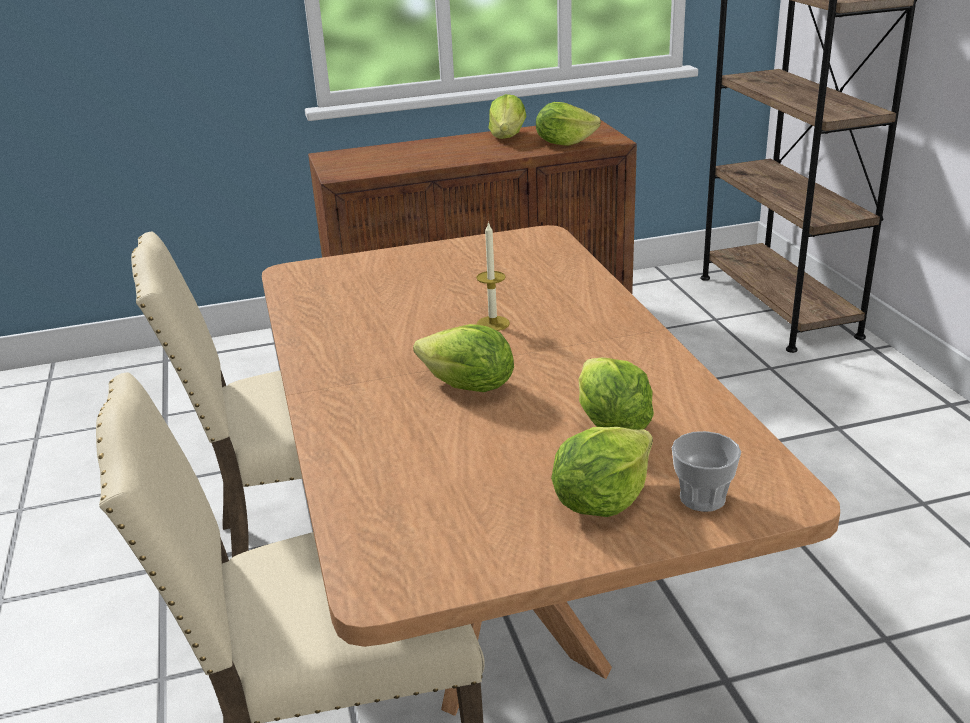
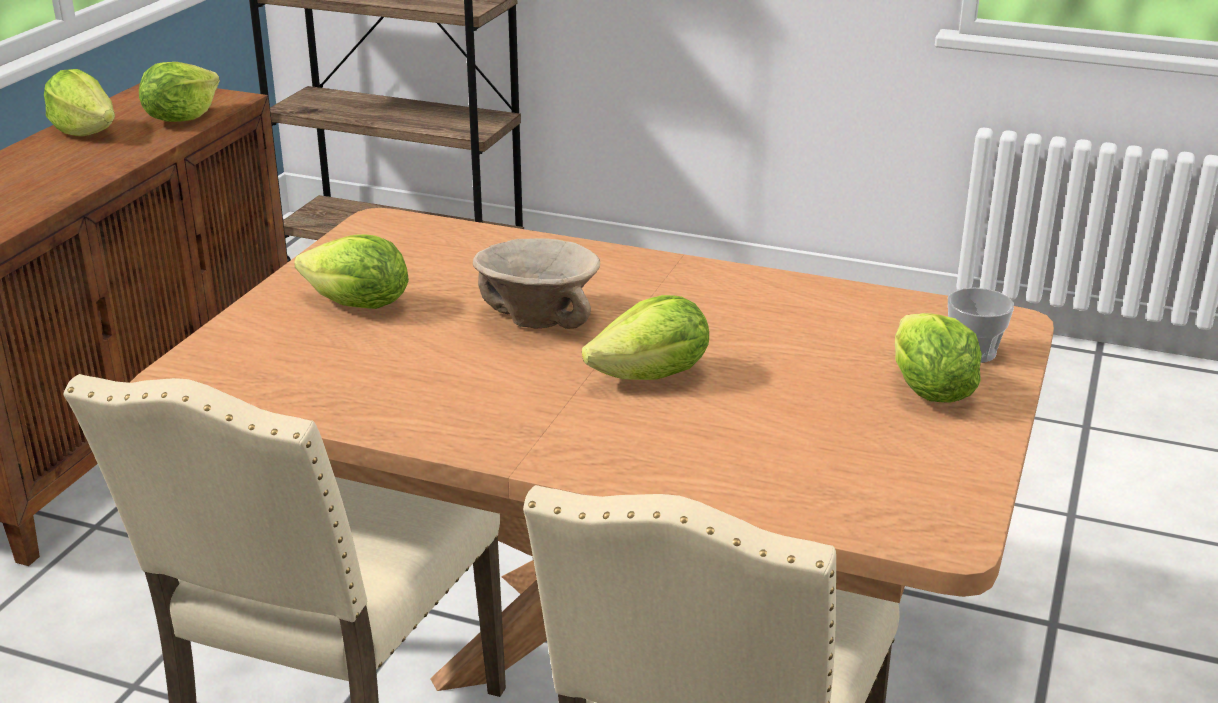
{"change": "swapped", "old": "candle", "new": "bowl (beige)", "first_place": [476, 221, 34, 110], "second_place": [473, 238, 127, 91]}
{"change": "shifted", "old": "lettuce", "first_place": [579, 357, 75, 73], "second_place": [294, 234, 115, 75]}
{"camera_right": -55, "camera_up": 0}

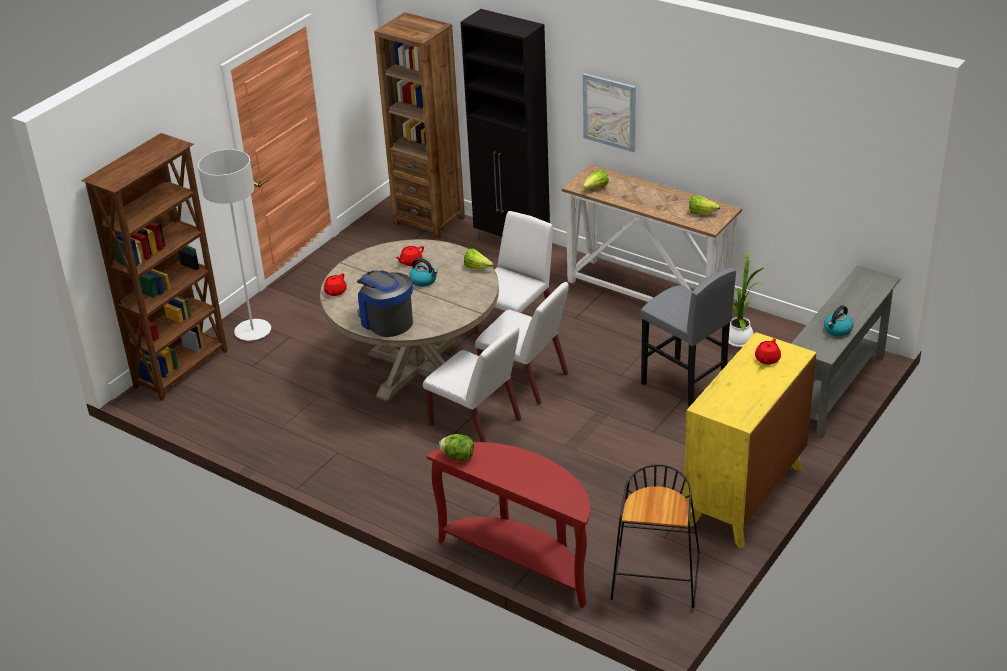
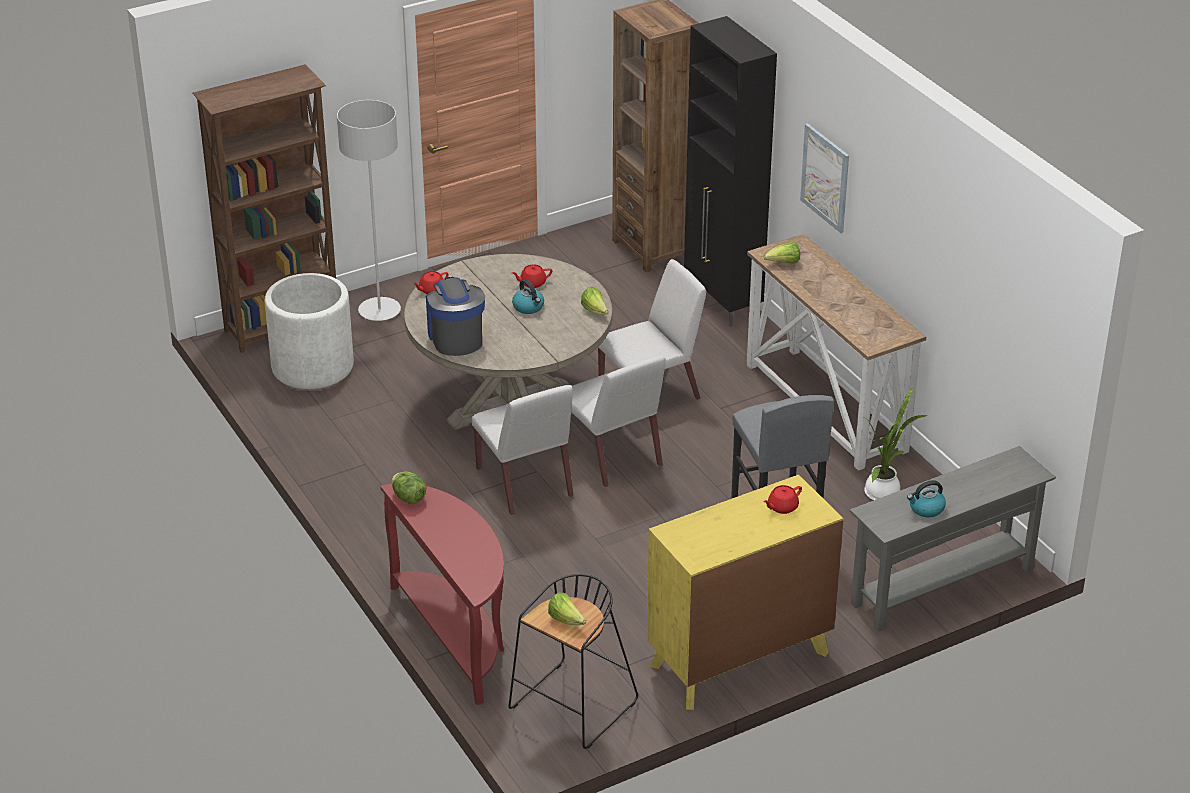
{"change": "shifted", "old": "lettuce", "first_place": [689, 195, 31, 19], "second_place": [548, 592, 38, 33]}
{"change": "new", "new": "planter (white)", "second_place": [265, 273, 89, 116]}
{"camera_right": 25, "camera_up": 0}

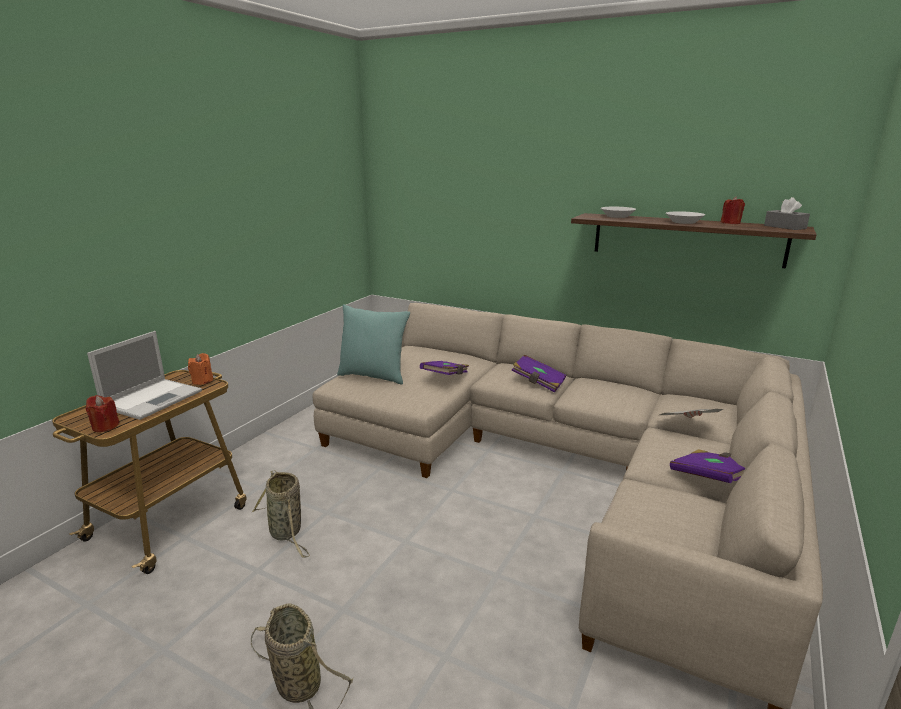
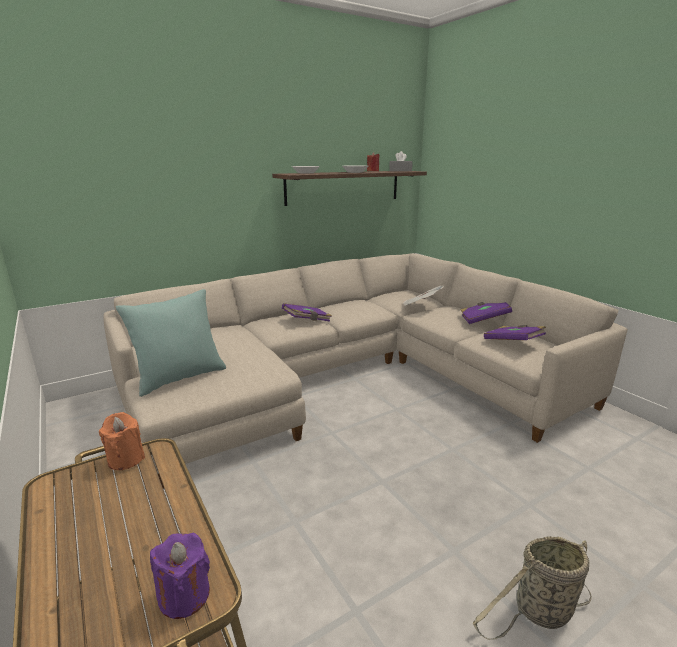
{"change": "repainted", "old": "candle (red)", "new": "candle (purple)", "first_place": [86, 395, 34, 37], "second_place": [150, 533, 60, 86]}
{"change": "gone", "old": "laptop", "first_place": [87, 331, 115, 89]}
{"change": "gone", "old": "basket", "first_place": [252, 470, 58, 88]}
{"change": "shifted", "old": "book (purple)", "first_place": [420, 361, 49, 14], "second_place": [484, 325, 62, 15]}
{"camera_right": -60, "camera_up": 0}

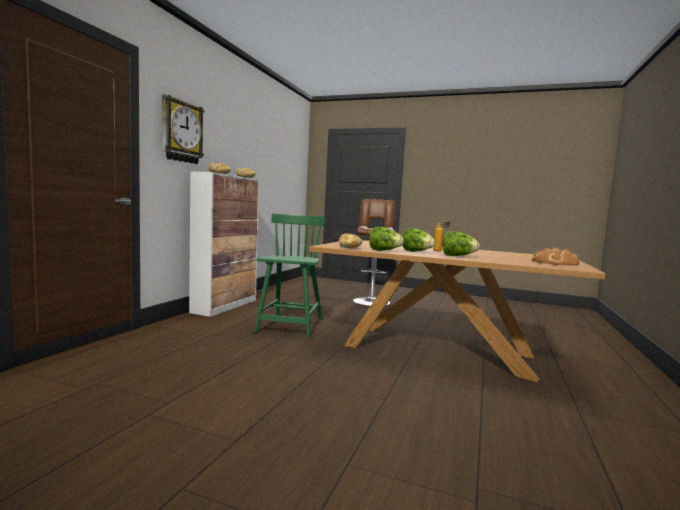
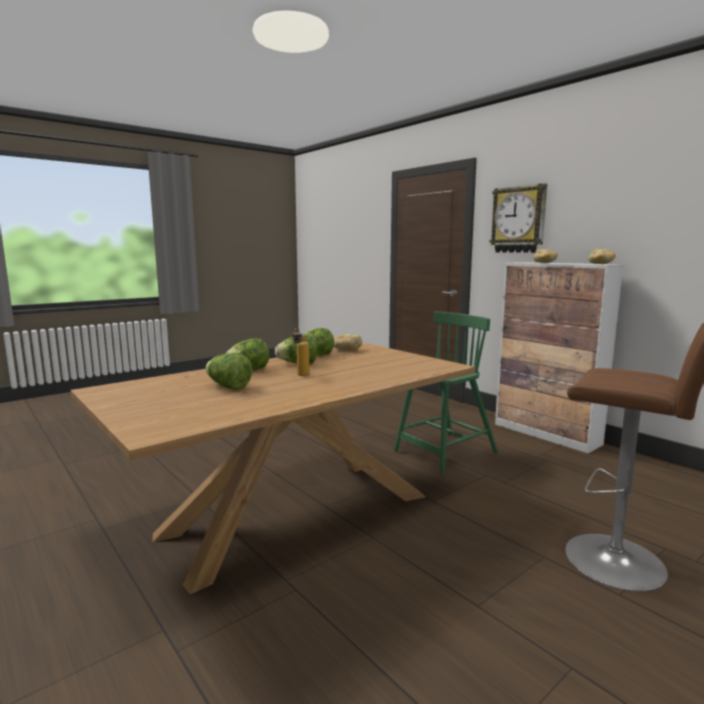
{"change": "rotated", "old": "chair (green)", "first_place": [254, 214, 71, 124], "second_place": [394, 311, 104, 163], "degrees": -75}
{"change": "gone", "old": "bread", "first_place": [532, 248, 47, 17]}
{"change": "new", "new": "lettuce", "second_place": [205, 353, 47, 37]}
{"camera_right": 120, "camera_up": 5}

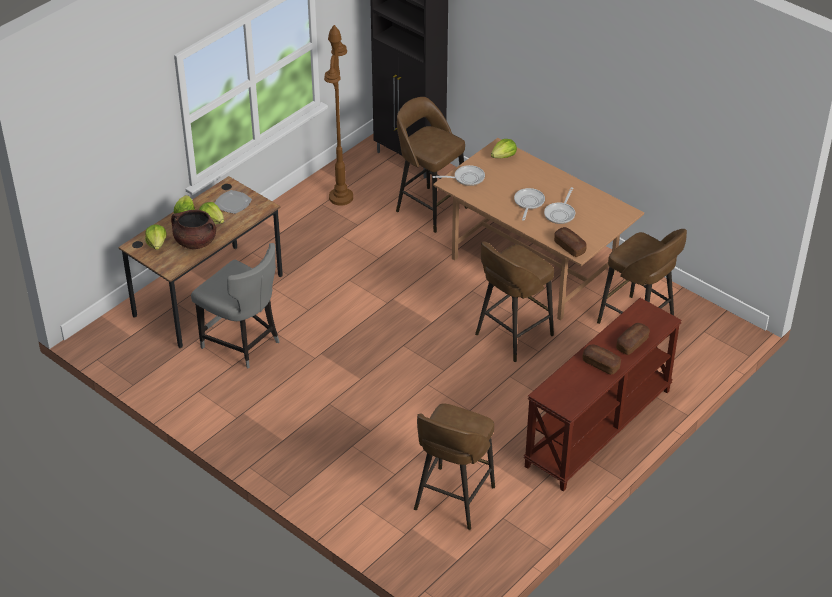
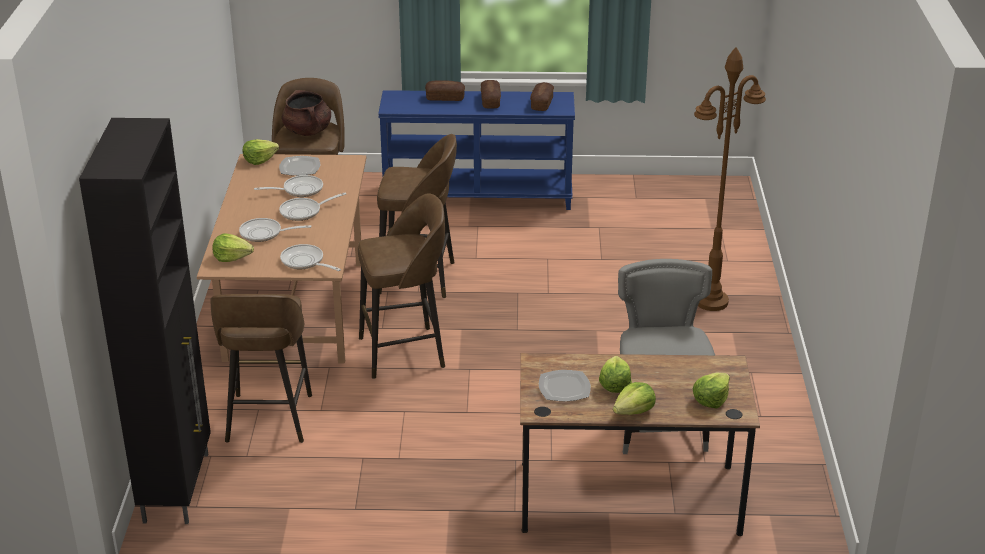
{"change": "shifted", "old": "cooking pot (brown)", "first_place": [171, 210, 45, 39], "second_place": [282, 90, 49, 46]}
{"change": "shifted", "old": "floor lamp (brown)", "first_place": [324, 25, 29, 180], "second_place": [694, 47, 72, 264]}
{"change": "shifted", "old": "stool (brown)", "first_place": [414, 403, 81, 127], "second_place": [358, 193, 87, 186]}
{"change": "repainted", "old": "console table (brown)", "new": "console table (blue)", "first_place": [524, 298, 158, 193], "second_place": [378, 90, 197, 120]}
{"change": "shifted", "old": "bread", "first_place": [554, 227, 33, 30], "second_place": [530, 82, 24, 29]}
{"change": "new", "new": "frying pan", "second_place": [239, 218, 72, 24]}
{"change": "new", "new": "lettuce", "second_place": [243, 139, 36, 26]}
{"change": "new", "new": "plate", "second_place": [279, 156, 41, 20]}
{"camera_right": -130, "camera_up": -10}

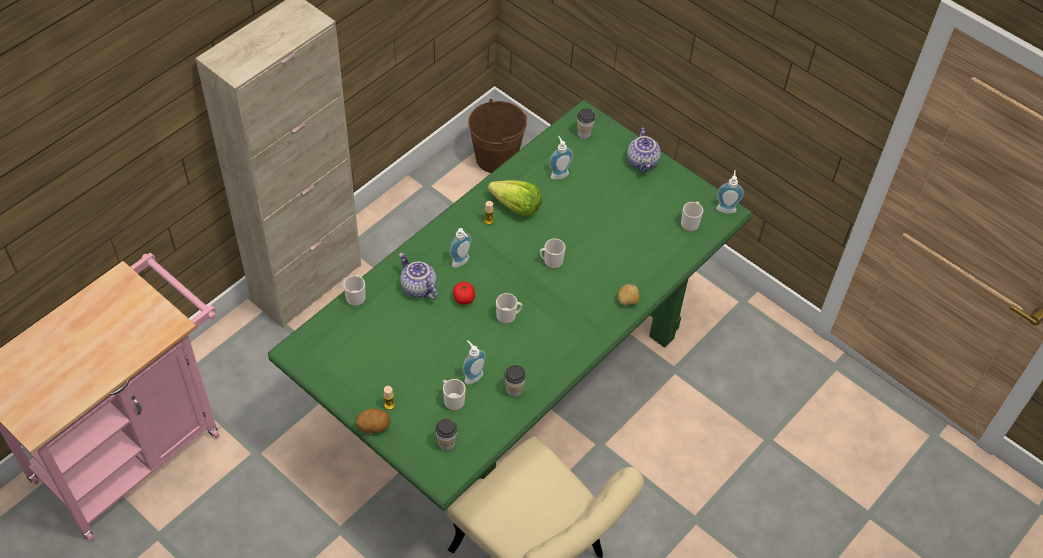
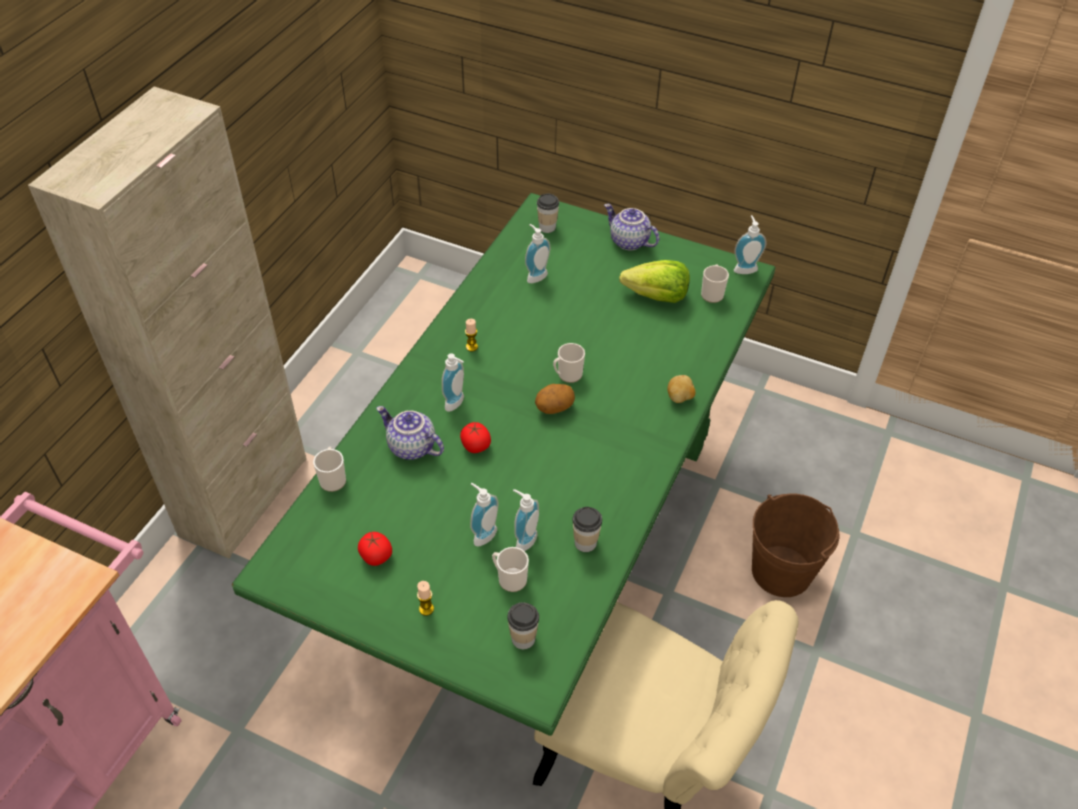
{"change": "shifted", "old": "potato", "first_place": [356, 408, 34, 25], "second_place": [535, 384, 40, 30]}
{"change": "shifted", "old": "bucket (brown)", "first_place": [468, 99, 59, 74], "second_place": [752, 494, 88, 103]}
{"change": "shifted", "old": "lettuce", "first_place": [488, 180, 54, 37], "second_place": [619, 260, 71, 43]}
{"change": "gone", "old": "mug", "first_place": [496, 293, 26, 31]}
{"change": "rotated", "old": "teapot", "first_place": [627, 127, 34, 46], "second_place": [604, 204, 56, 47], "degrees": 150}
{"change": "new", "new": "tomato", "second_place": [358, 532, 34, 34]}
{"change": "new", "new": "soap dispenser", "second_place": [470, 483, 29, 64]}
{"camera_right": -15, "camera_up": -5}

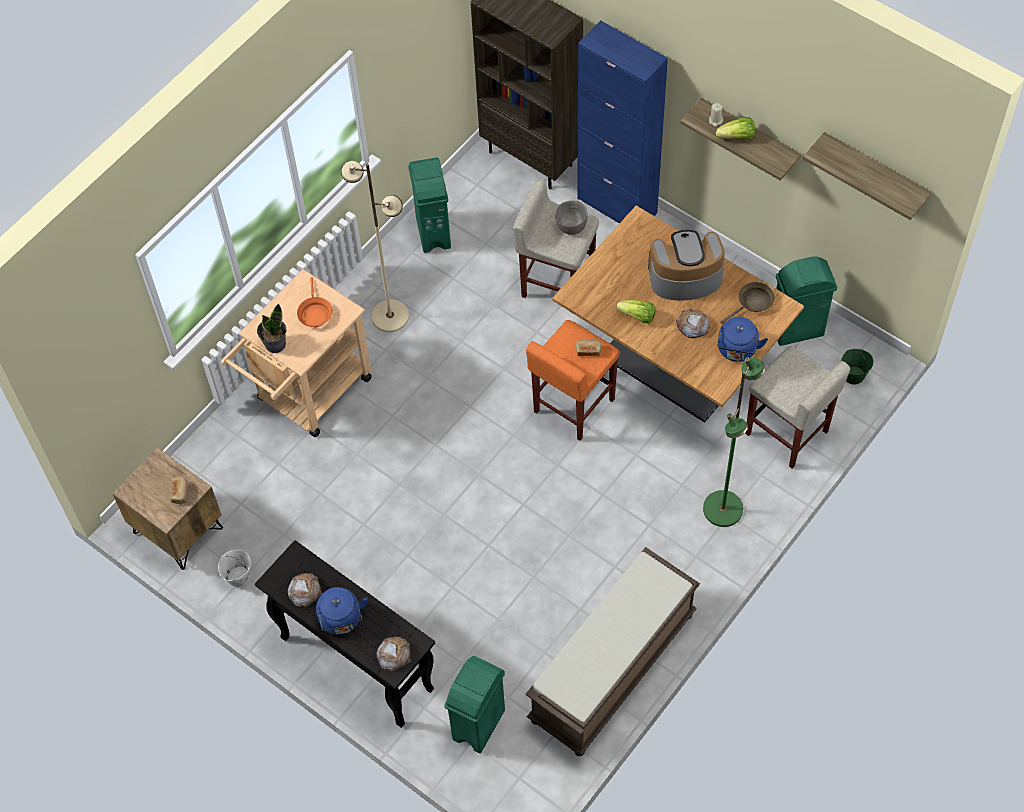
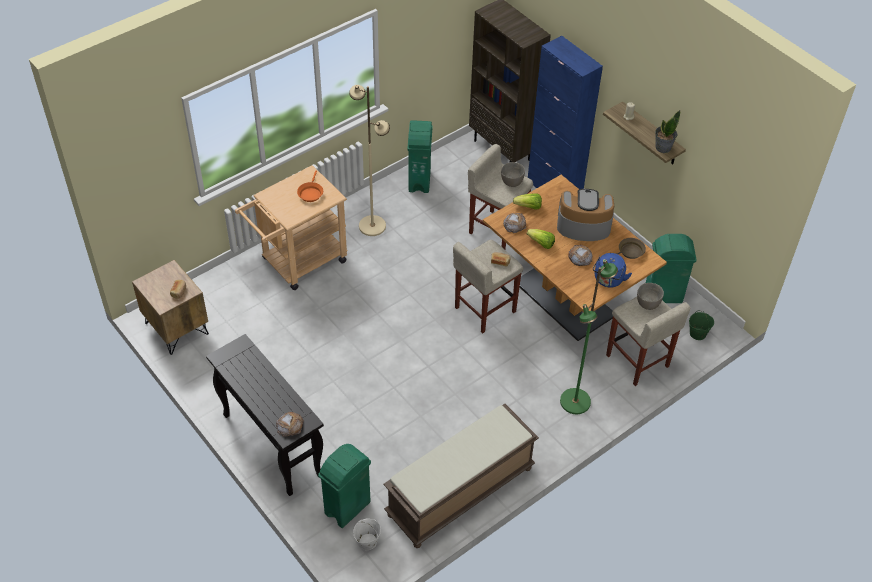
{"change": "shifted", "old": "bucket (white)", "first_place": [218, 550, 33, 37], "second_place": [353, 518, 28, 32]}
{"change": "shifted", "old": "potted plant", "first_place": [257, 303, 29, 50], "second_place": [655, 110, 25, 43]}
{"change": "shifted", "old": "bread", "first_place": [288, 573, 34, 34], "second_place": [503, 213, 23, 20]}
{"change": "gone", "old": "kettle (blue)", "first_place": [316, 587, 52, 48]}
{"change": "repainted", "old": "stool (orange)", "new": "stool (beige)", "first_place": [526, 320, 94, 121], "second_place": [453, 240, 70, 94]}
{"change": "shifted", "old": "lettuce", "first_place": [716, 117, 39, 22], "second_place": [513, 193, 29, 17]}
{"change": "gone", "old": "shelf", "first_place": [803, 132, 129, 88]}
{"change": "new", "new": "bowl (grey)", "second_place": [637, 283, 27, 27]}
{"camera_right": 10, "camera_up": -10}

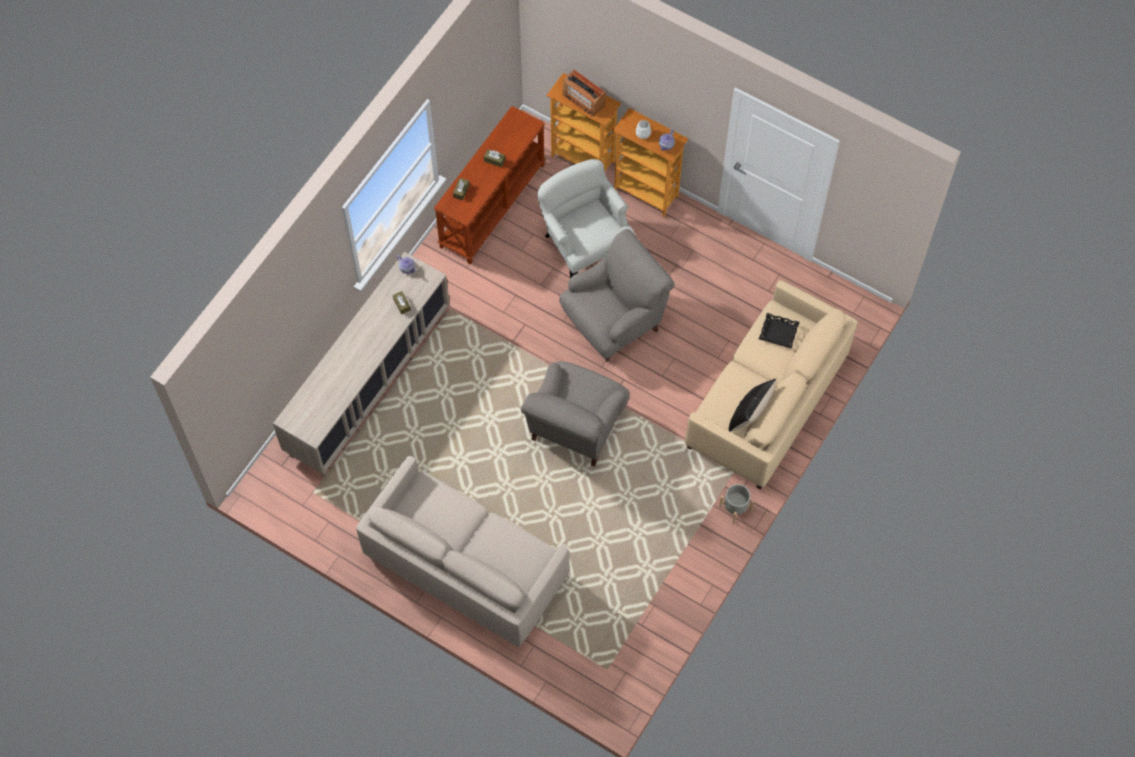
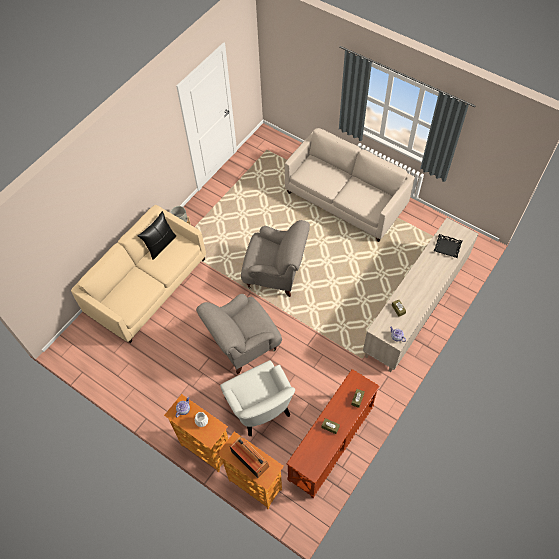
{"change": "rotated", "old": "armchair (grey)", "first_place": [521, 361, 109, 106], "second_place": [241, 220, 69, 77], "degrees": 75}
{"change": "shifted", "old": "tray (black)", "first_place": [759, 313, 41, 36], "second_place": [434, 234, 28, 24]}
{"camera_right": -175, "camera_up": -5}

